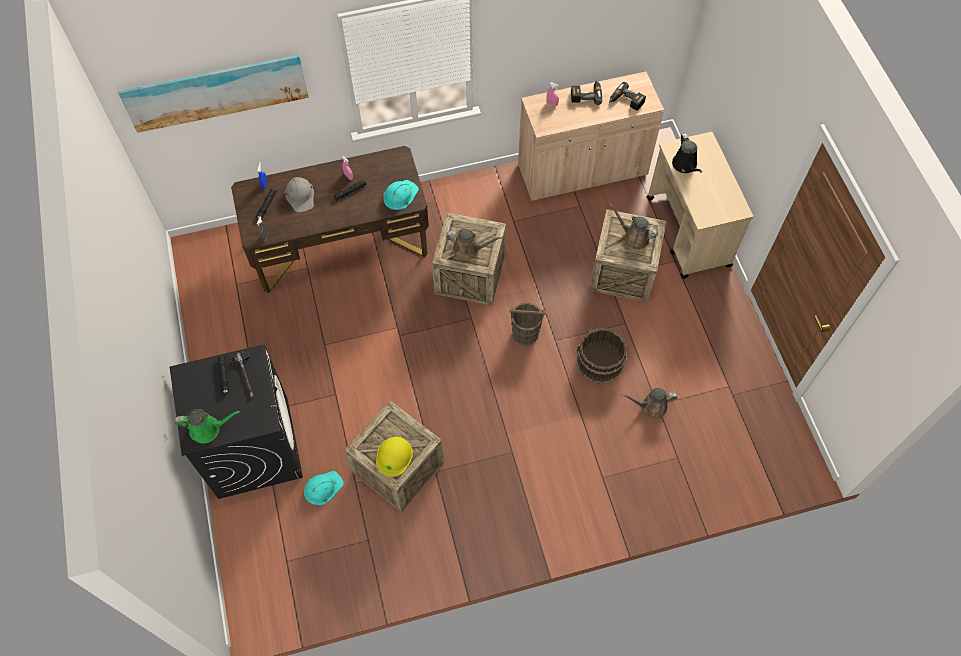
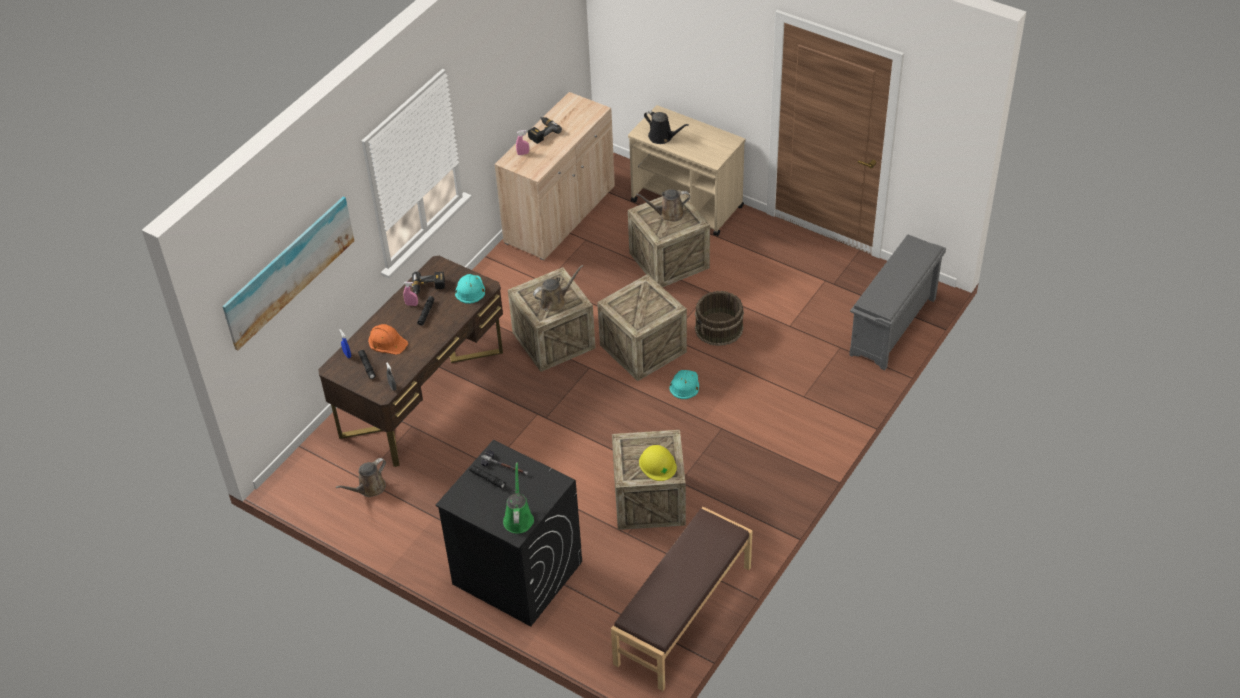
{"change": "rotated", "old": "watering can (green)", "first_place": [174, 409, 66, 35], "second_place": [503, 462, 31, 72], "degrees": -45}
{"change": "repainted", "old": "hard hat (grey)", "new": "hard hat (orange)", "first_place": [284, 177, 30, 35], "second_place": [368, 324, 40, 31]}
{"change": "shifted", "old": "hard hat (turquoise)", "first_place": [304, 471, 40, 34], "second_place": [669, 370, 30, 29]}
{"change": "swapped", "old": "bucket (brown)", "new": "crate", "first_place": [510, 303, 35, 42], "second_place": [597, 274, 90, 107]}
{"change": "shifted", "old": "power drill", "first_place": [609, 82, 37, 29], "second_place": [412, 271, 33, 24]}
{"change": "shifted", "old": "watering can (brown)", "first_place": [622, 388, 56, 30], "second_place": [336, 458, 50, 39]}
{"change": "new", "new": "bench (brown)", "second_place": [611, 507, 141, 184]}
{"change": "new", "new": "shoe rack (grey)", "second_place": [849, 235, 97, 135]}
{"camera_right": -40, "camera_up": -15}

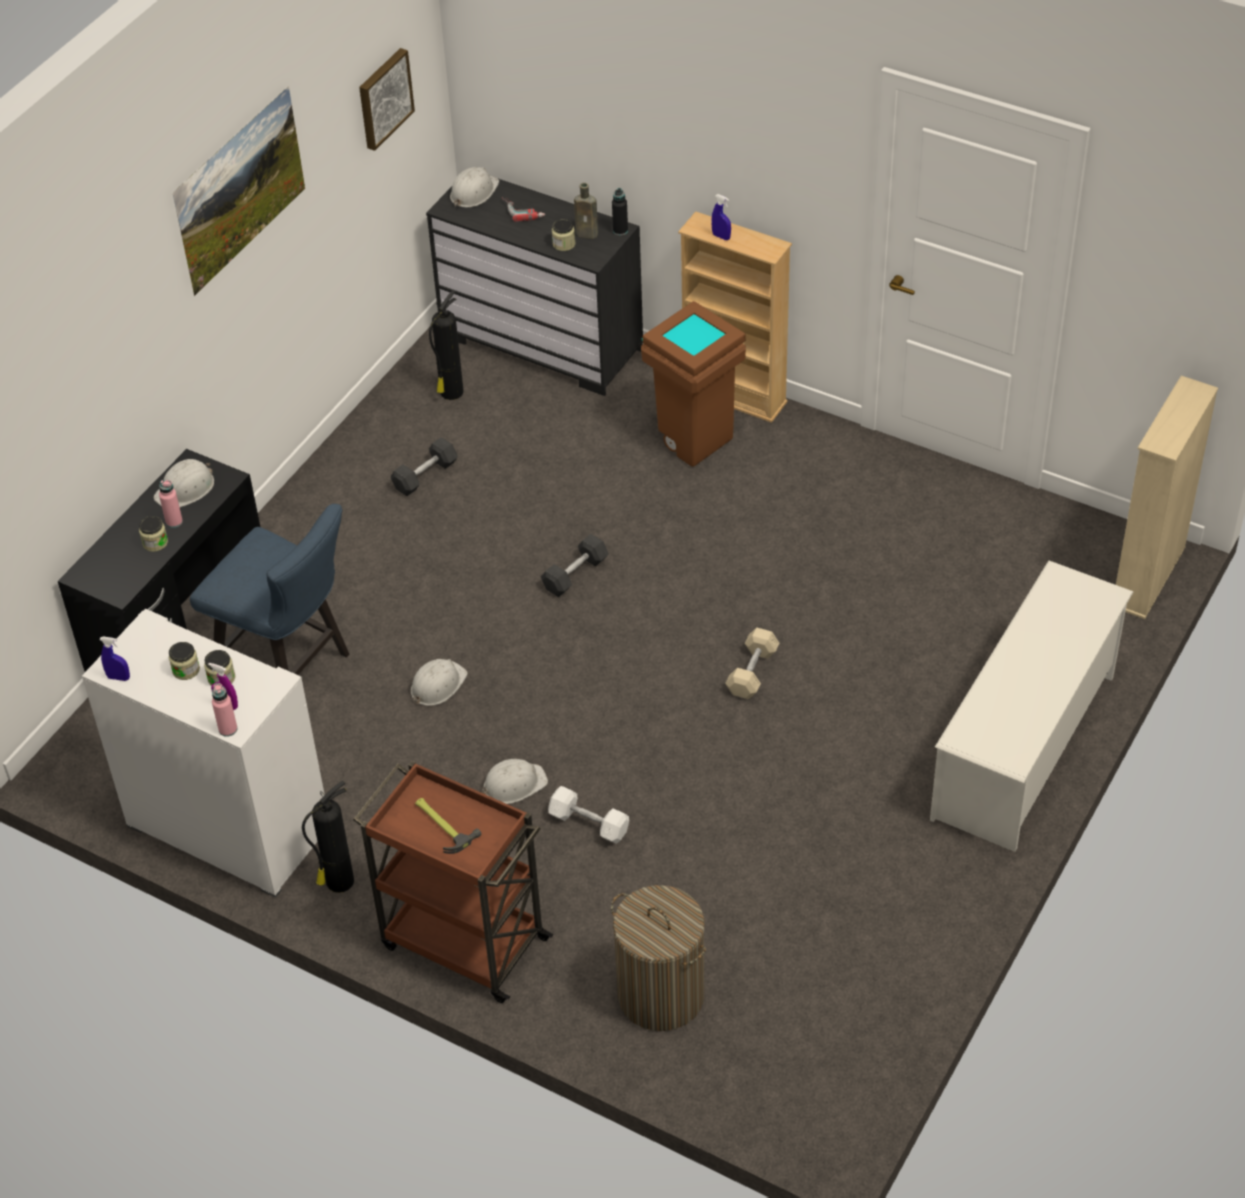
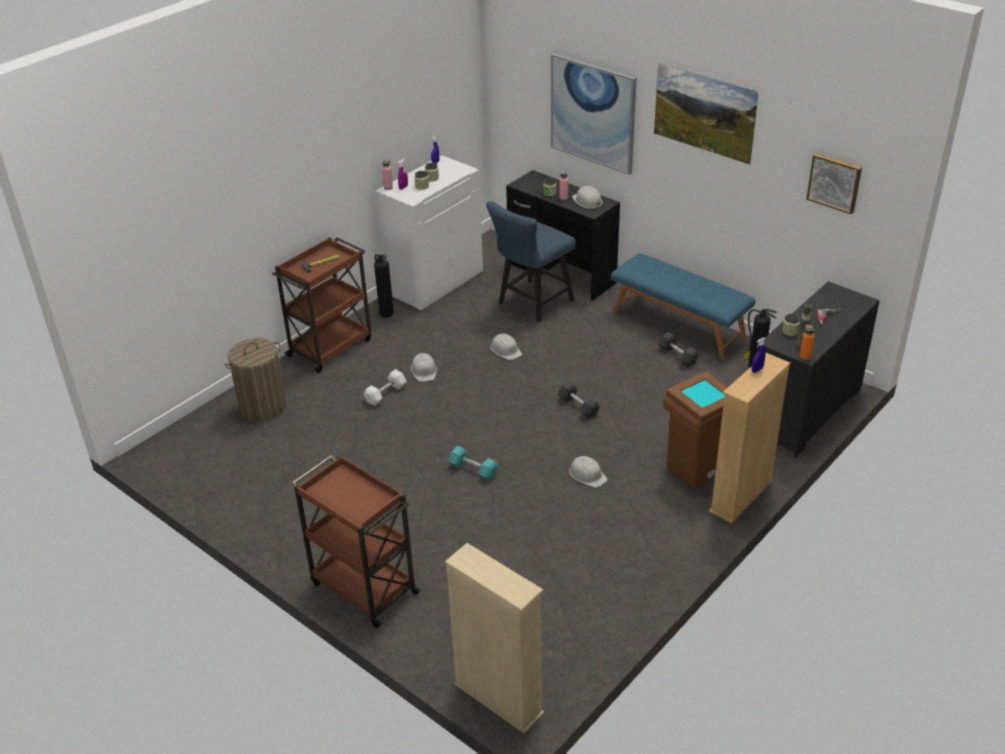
{"change": "shifted", "old": "hard hat (white)", "first_place": [450, 167, 49, 40], "second_place": [569, 456, 39, 32]}
{"change": "repainted", "old": "bottle (black)", "new": "bottle (orange)", "first_place": [612, 188, 16, 47], "second_place": [800, 324, 15, 36]}
{"change": "repainted", "old": "dumbbell (beige)", "new": "dumbbell (turquoise)", "first_place": [725, 627, 54, 72], "second_place": [449, 446, 49, 35]}
{"change": "swapped", "old": "shoe rack (white)", "new": "cart (brown)", "first_place": [930, 561, 203, 291], "second_place": [292, 454, 129, 174]}
{"change": "new", "new": "picture", "second_place": [551, 53, 85, 122]}
{"change": "new", "new": "bench (blue)", "second_place": [611, 253, 144, 107]}
{"camera_right": 100, "camera_up": -10}

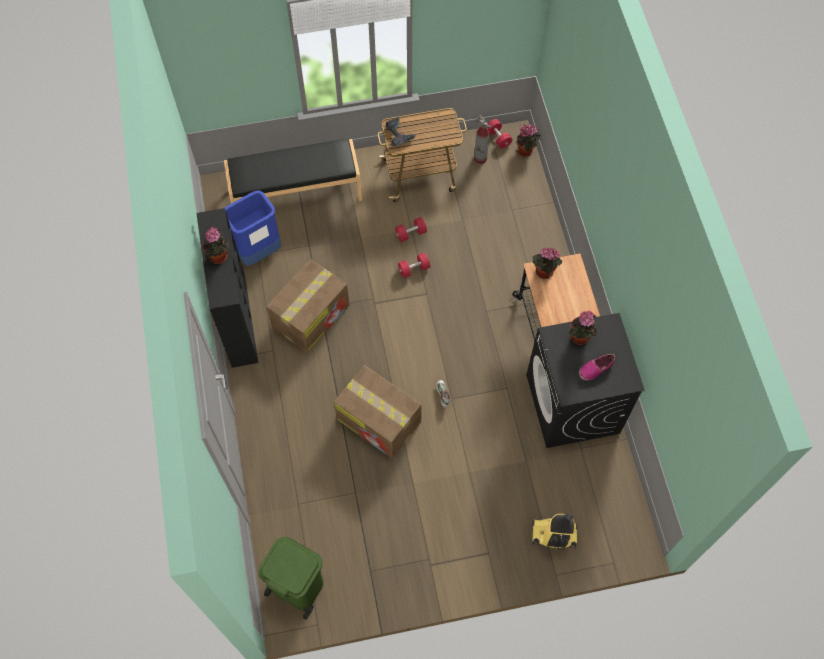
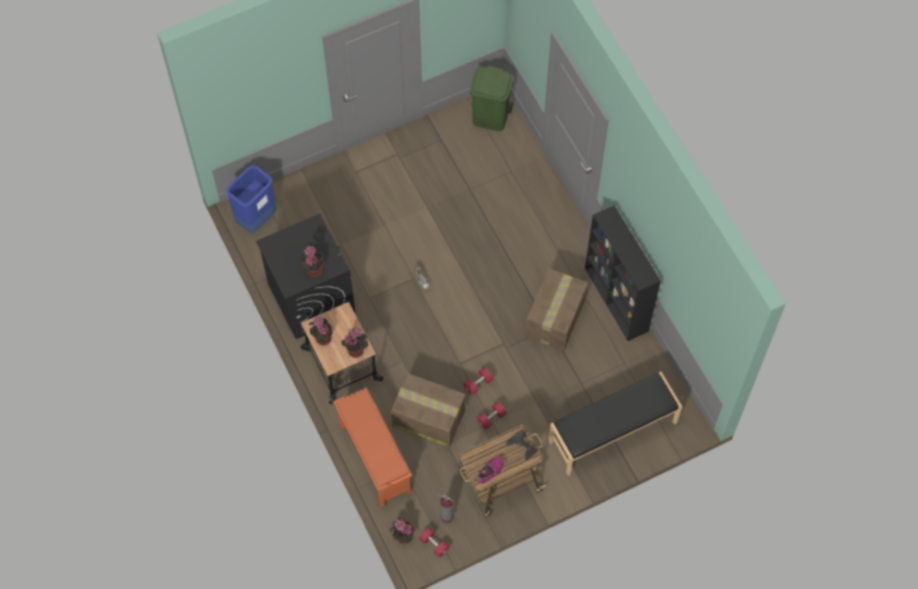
{"change": "shifted", "old": "potted plant", "first_place": [203, 227, 27, 37], "second_place": [309, 316, 23, 30]}
{"change": "shifted", "old": "trash can (blue)", "first_place": [225, 190, 56, 76], "second_place": [226, 165, 51, 68]}
{"change": "shifted", "old": "cardboard box", "first_place": [334, 365, 88, 94], "second_place": [391, 373, 74, 74]}
{"change": "gone", "old": "vacuum cleaner", "first_place": [532, 513, 46, 37]}
{"change": "shifted", "old": "shoe", "first_place": [579, 354, 36, 26], "second_place": [477, 456, 27, 28]}
{"change": "new", "new": "shoe rack (orange)", "second_place": [333, 387, 79, 120]}
{"camera_right": 165, "camera_up": 0}

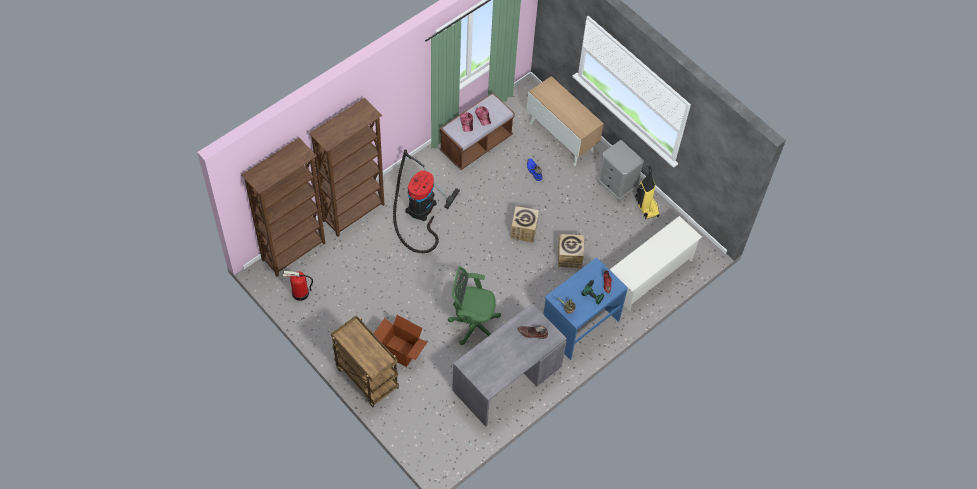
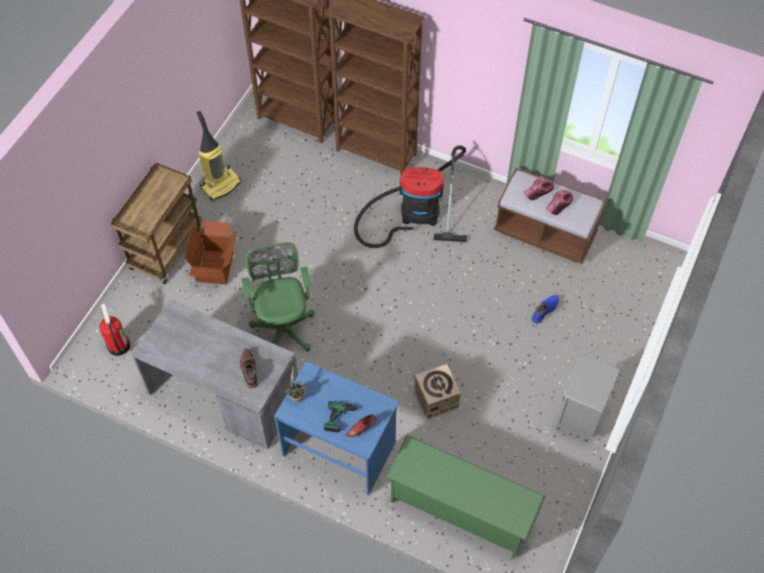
{"change": "shifted", "old": "fire extinguisher", "first_place": [282, 271, 31, 30], "second_place": [99, 303, 31, 53]}
{"change": "gone", "old": "cardboard box", "first_place": [510, 206, 29, 36]}
{"change": "gone", "old": "cabinet", "first_place": [526, 76, 78, 90]}
{"change": "repainted", "old": "shoe rack (white)", "new": "shoe rack (green)", "first_place": [609, 216, 93, 94], "second_place": [386, 435, 159, 123]}
{"change": "shifted", "old": "vacuum cleaner", "first_place": [635, 164, 25, 55], "second_place": [197, 111, 44, 90]}
{"camera_right": 70, "camera_up": 0}

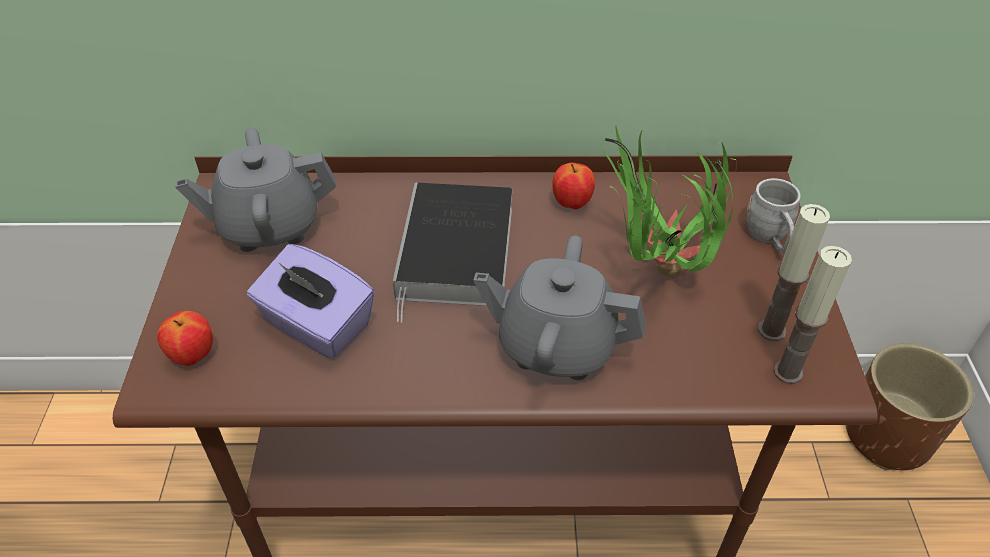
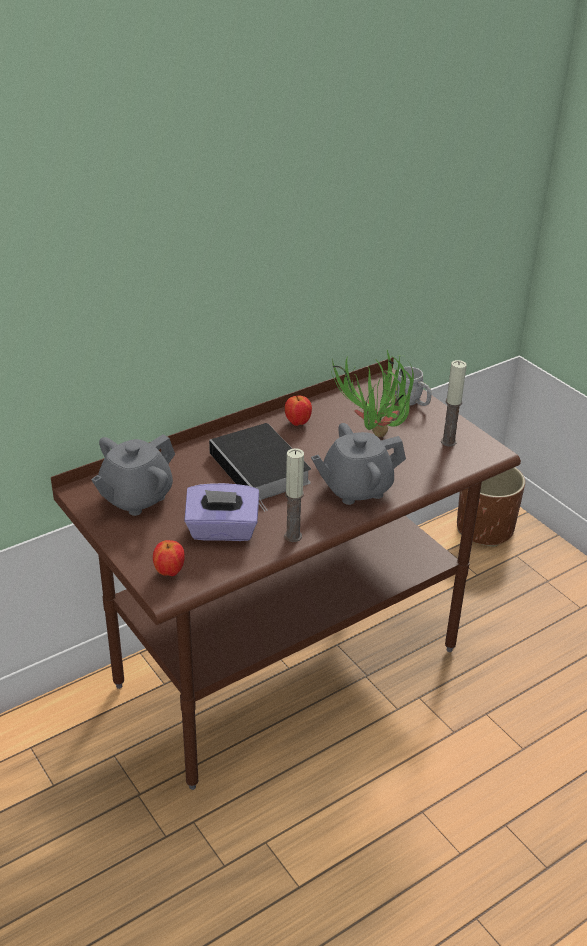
{"change": "shifted", "old": "candle", "first_place": [773, 246, 79, 138], "second_place": [284, 448, 20, 94]}
{"camera_right": -35, "camera_up": -10}

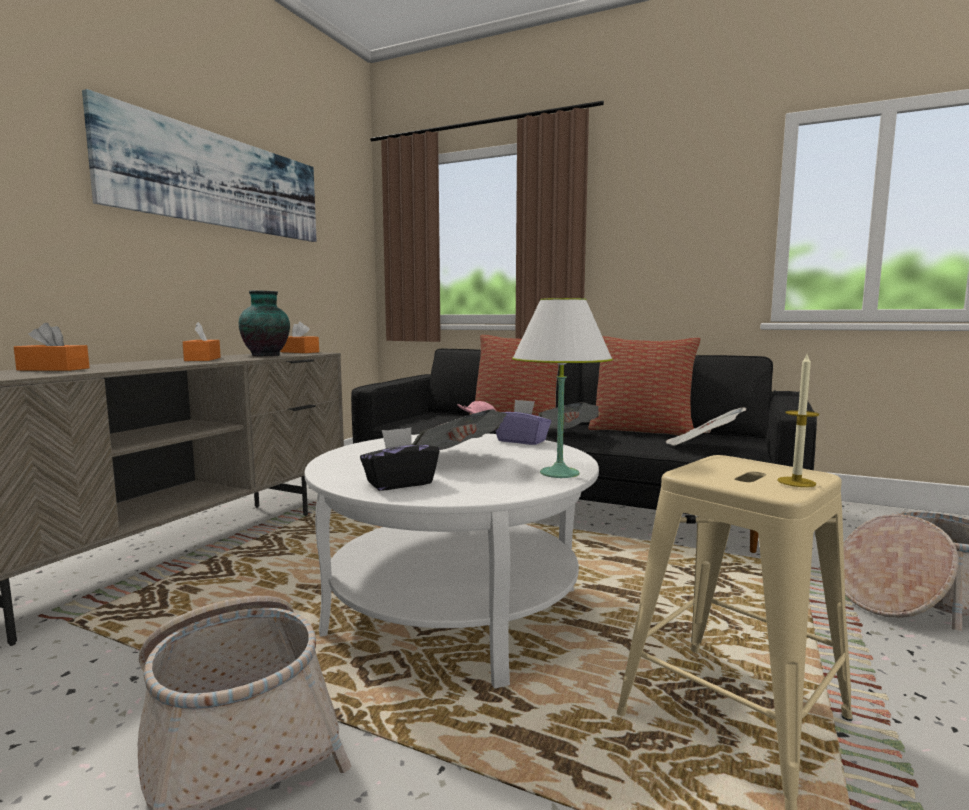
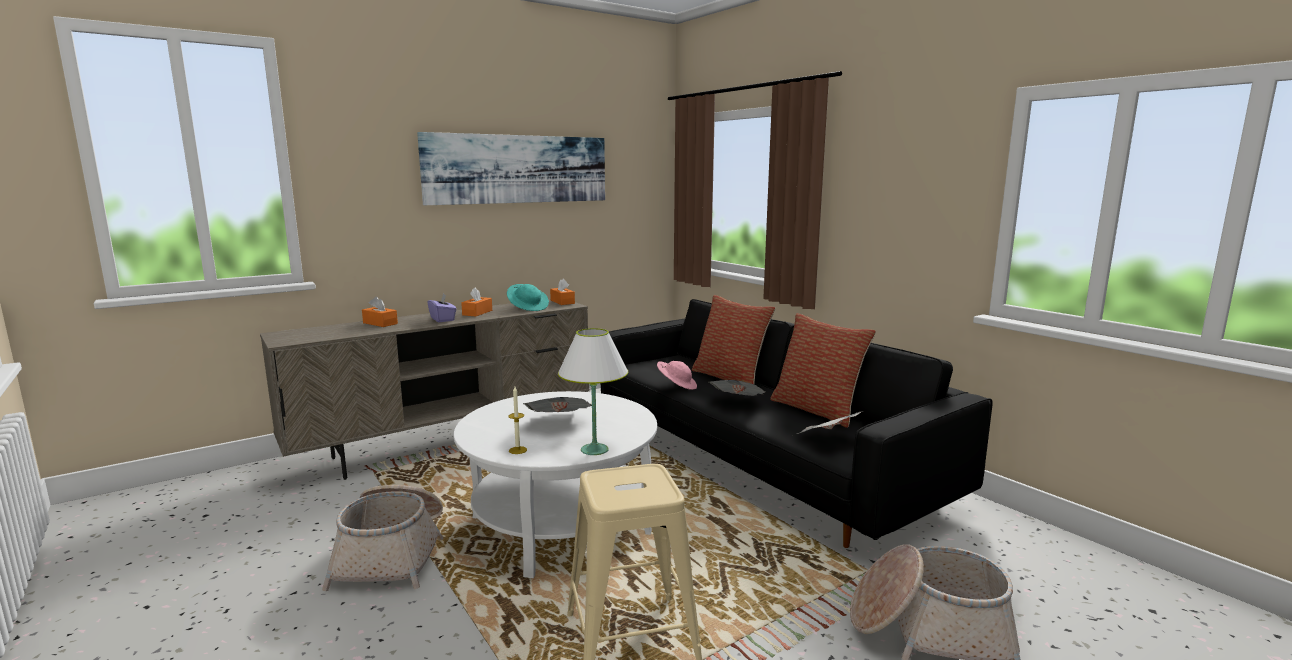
{"change": "swapped", "old": "vase", "new": "hat (turquoise)", "first_place": [239, 290, 51, 66], "second_place": [507, 284, 42, 27]}
{"change": "gone", "old": "tissue box (black)", "first_place": [360, 427, 79, 64]}
{"change": "shifted", "old": "tissue box (purple)", "first_place": [495, 400, 56, 45], "second_place": [427, 293, 30, 29]}
{"change": "shifted", "old": "candle", "first_place": [777, 352, 42, 135], "second_place": [508, 387, 19, 67]}
{"camera_right": 30, "camera_up": 5}

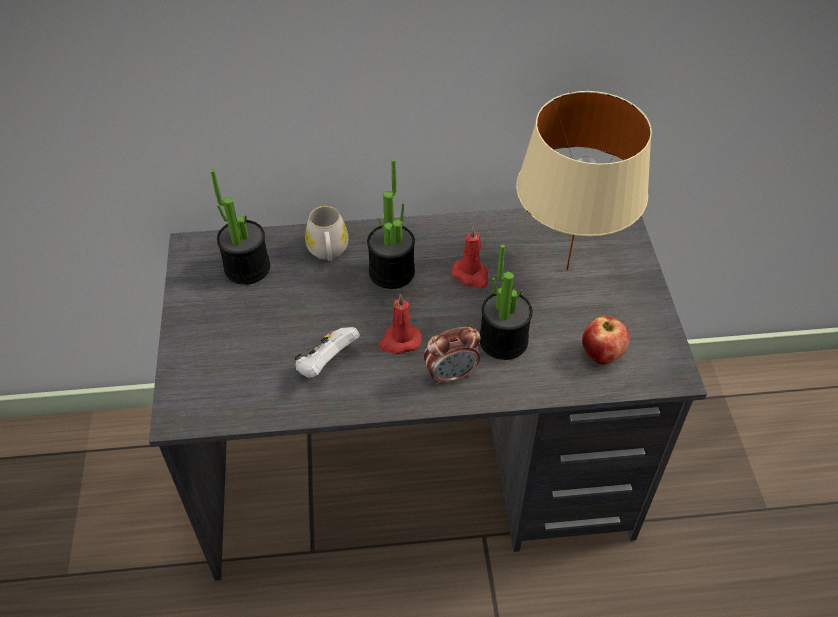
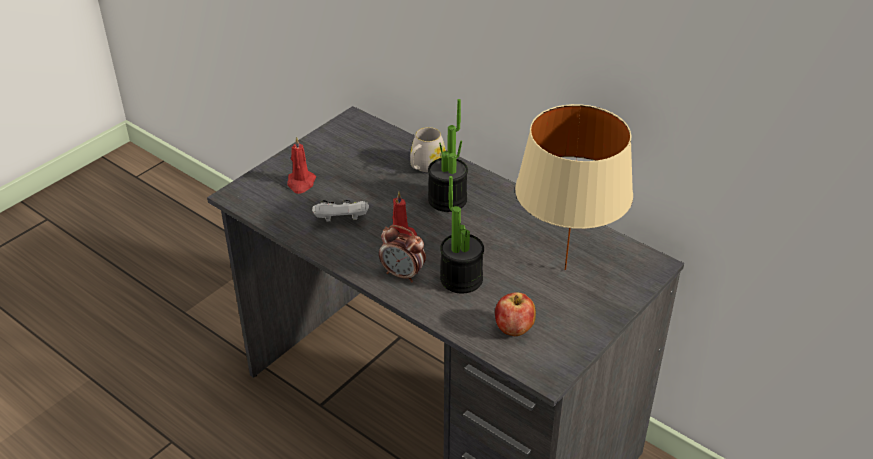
{"change": "gone", "old": "potted plant", "first_place": [211, 170, 59, 115]}
{"change": "shifted", "old": "candle (red)", "first_place": [451, 226, 38, 62], "second_place": [287, 136, 29, 58]}
{"camera_right": 45, "camera_up": -10}

